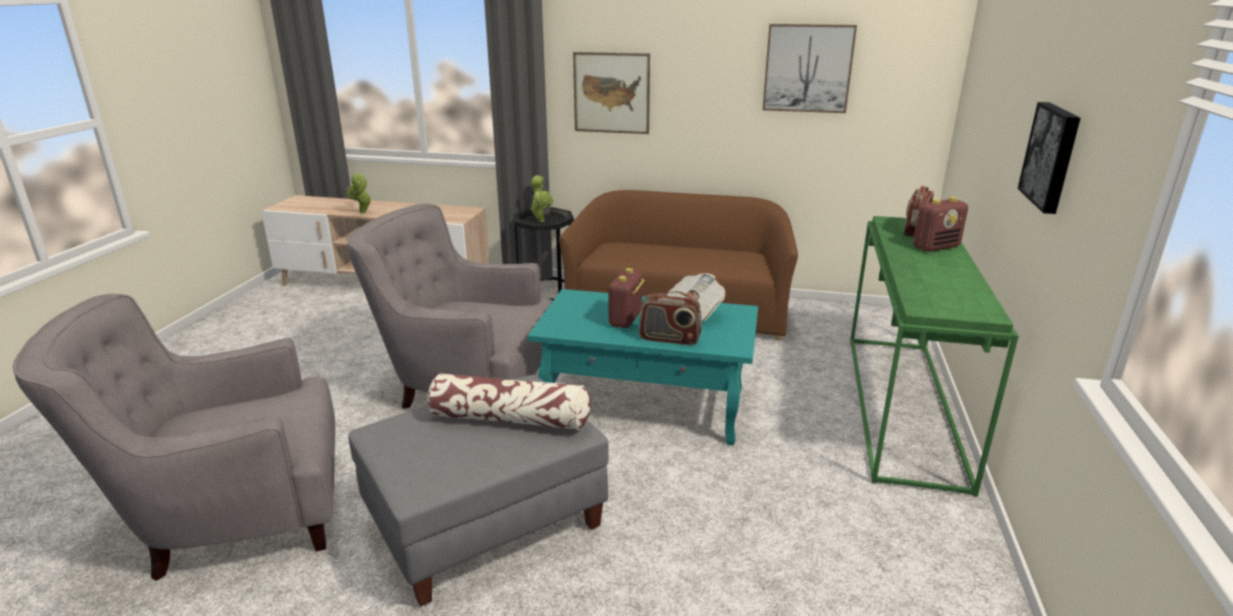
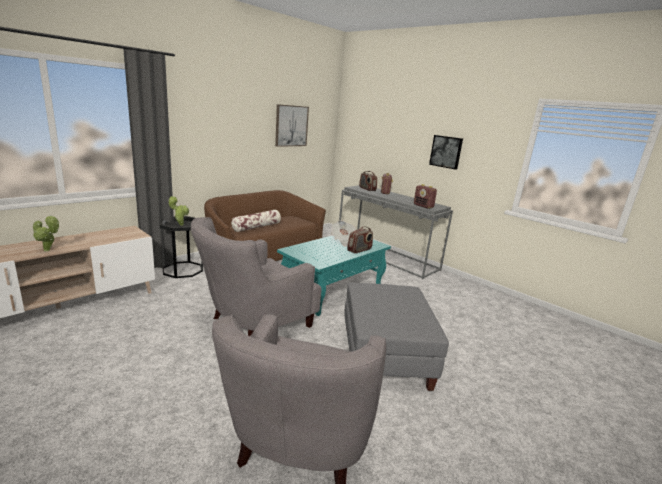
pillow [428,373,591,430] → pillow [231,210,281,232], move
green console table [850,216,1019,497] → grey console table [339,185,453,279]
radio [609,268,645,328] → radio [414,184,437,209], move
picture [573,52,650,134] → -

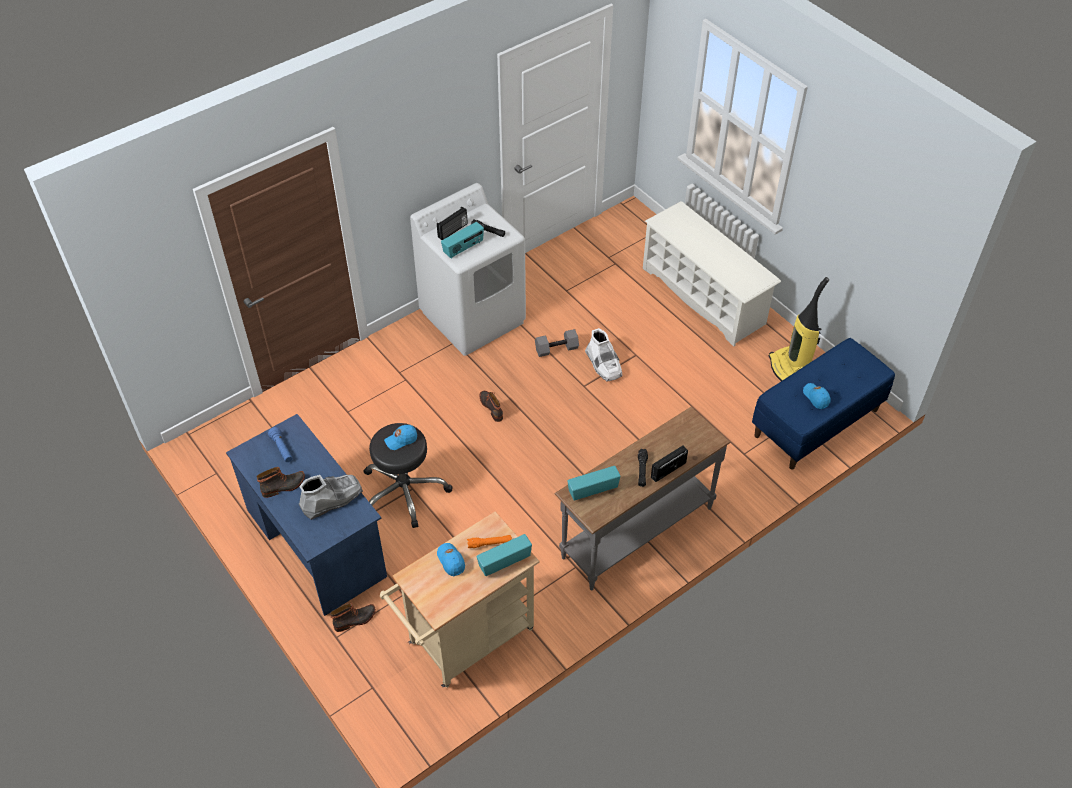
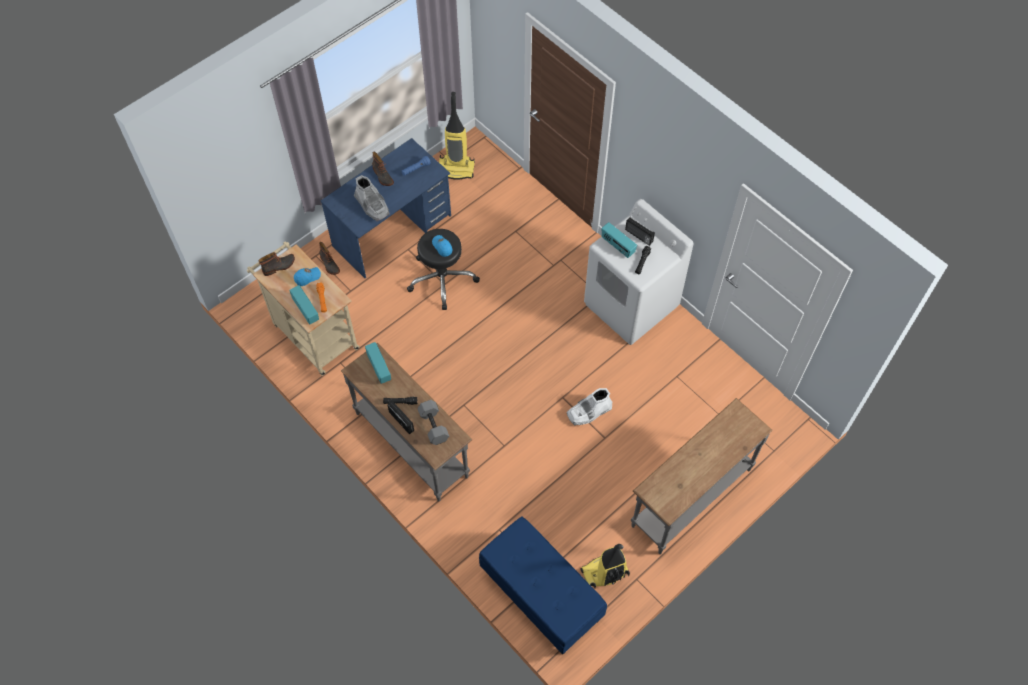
boot [479,391,503,422] → boot [259,252,295,276], move
grey dumbbell [535,329,579,357] → grey dumbbell [417,400,449,445], move
- → vacuum cleaner [439,92,475,179]
white shoe rack [643,201,781,347] → grey console table [631,398,773,554]
blue cap [803,383,831,409] → -

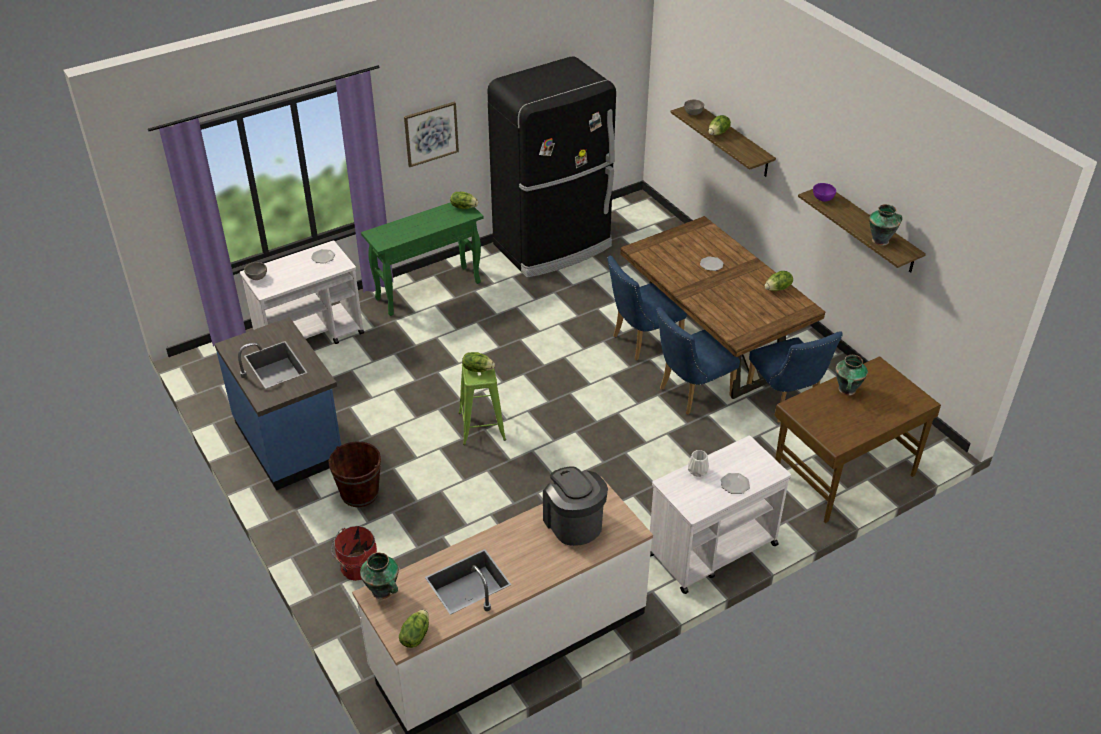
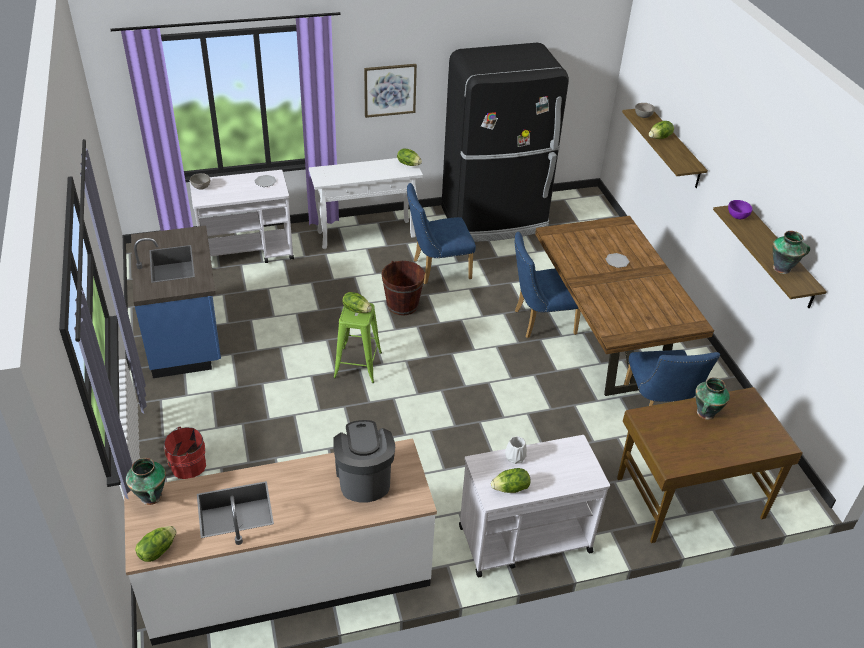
green console table [361,202,483,316] → white console table [309,158,423,249]
brown bucket [329,441,381,507] → brown bucket [381,261,425,316], move
blue chair [657,307,740,415] → blue chair [407,183,476,284], move
lettuce [765,271,793,291] → lettuce [491,468,531,493], move
plate [721,473,750,494] → -

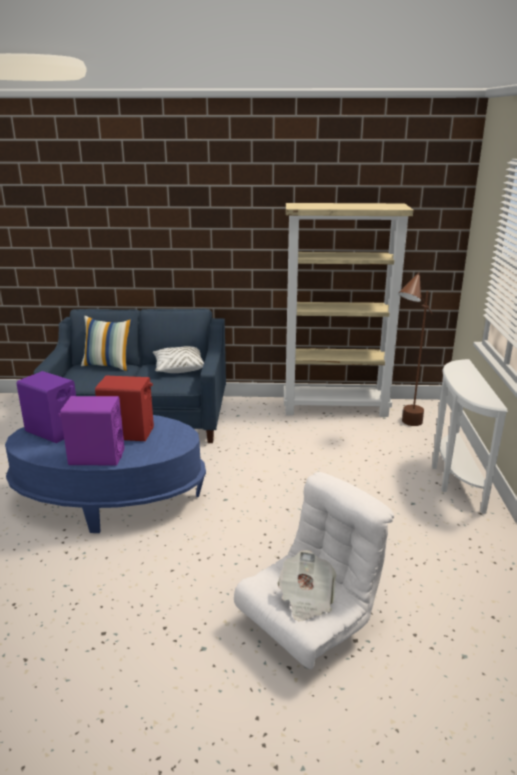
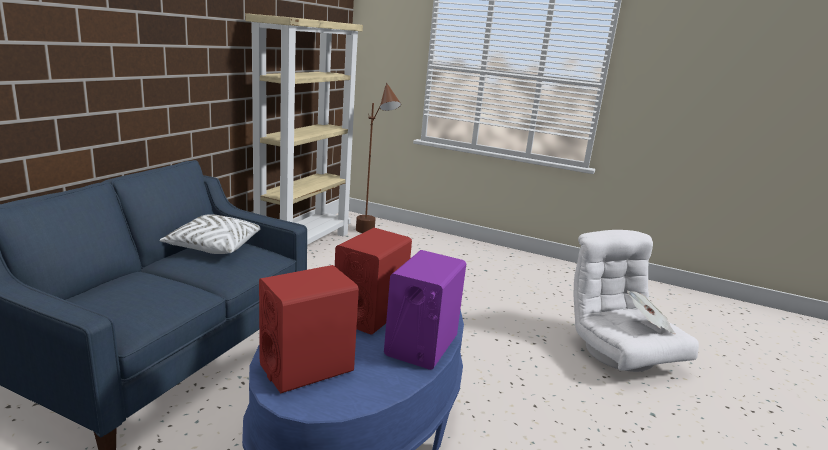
purple speaker [16,371,76,443] → red speaker [259,265,359,393]
pillow [81,316,132,371] → -
white console table [432,359,508,514] → -

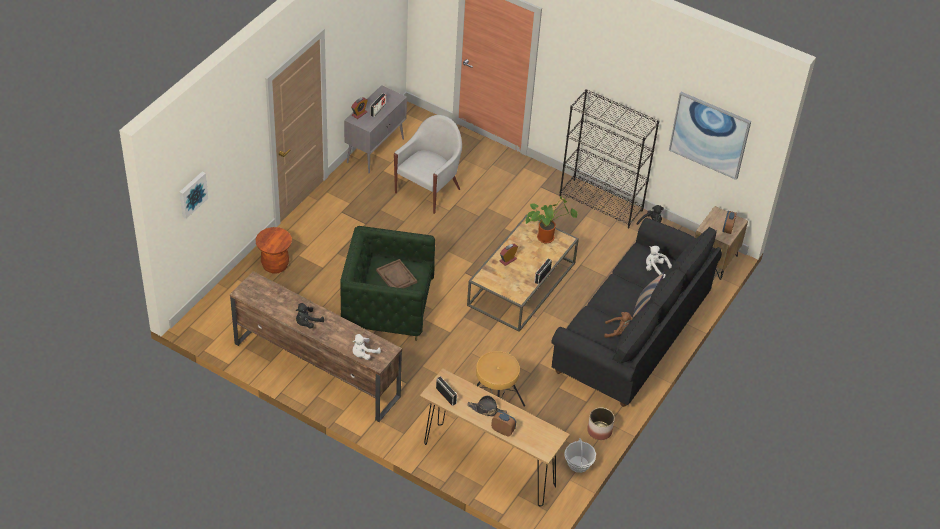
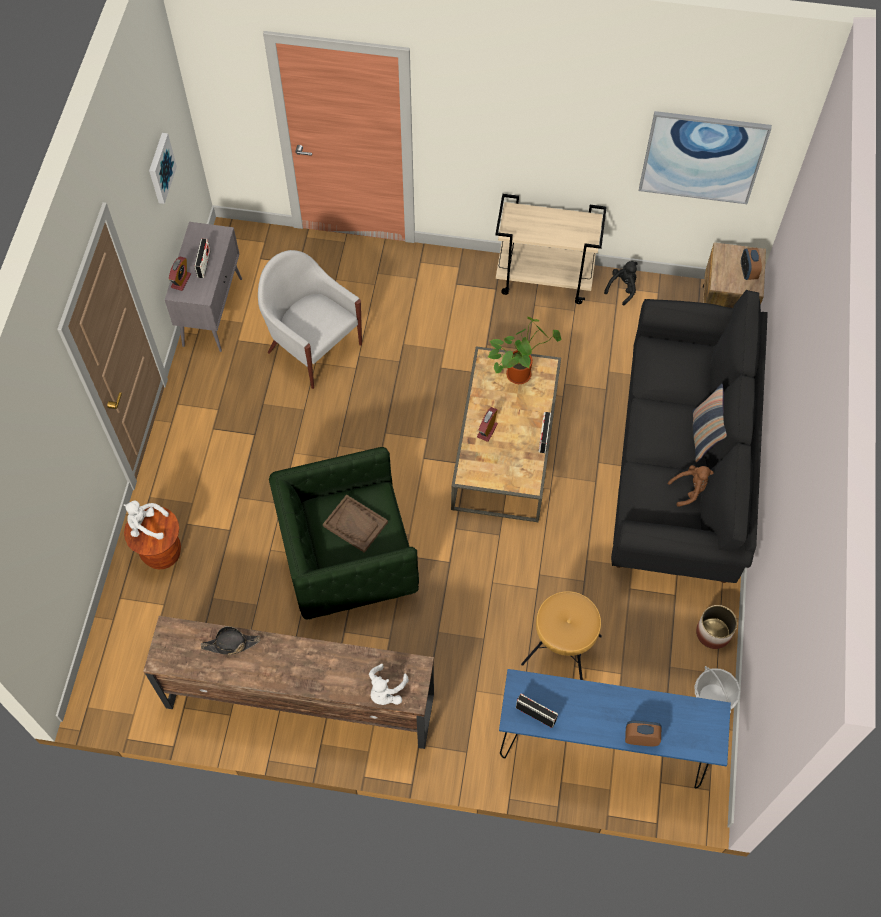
white plush toy [646,246,672,278] → white plush toy [124,501,169,540], move
picture [180,172,208,219] → picture [149,133,177,204], move
black hat [467,395,507,417] → black hat [201,626,260,655], move
white armchair [394,115,462,214] → white armchair [258,250,362,389], 60 degrees counterclockwise
black bookcase [559,89,659,228] → beige cart [495,194,607,304]
brown console table [420,368,570,507] → blue console table [499,669,731,788]
black plush toy [296,303,324,329] → -

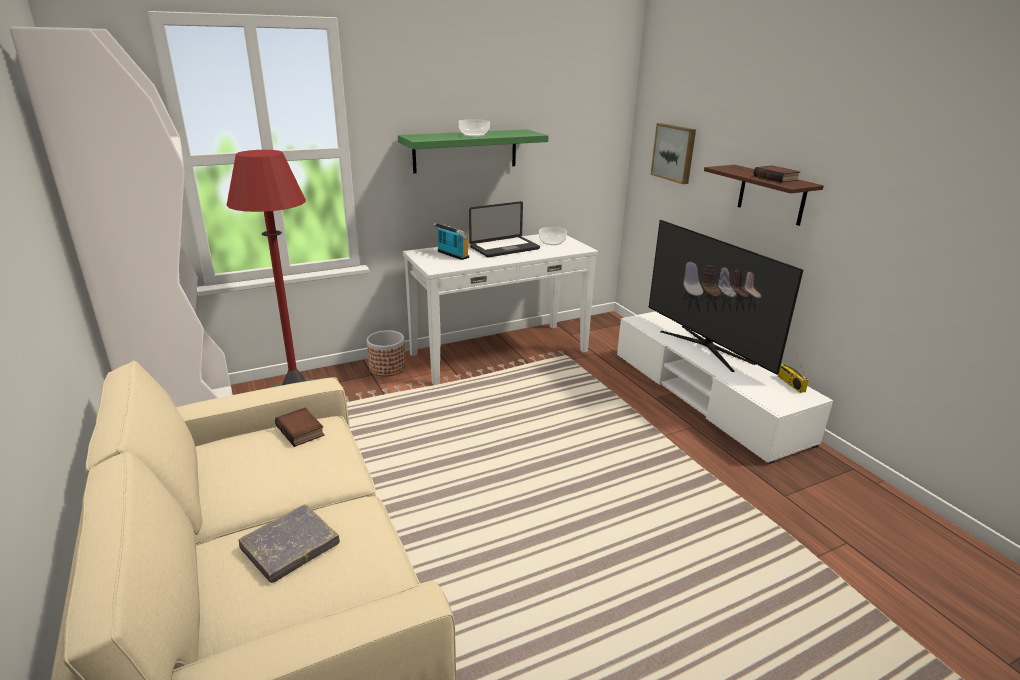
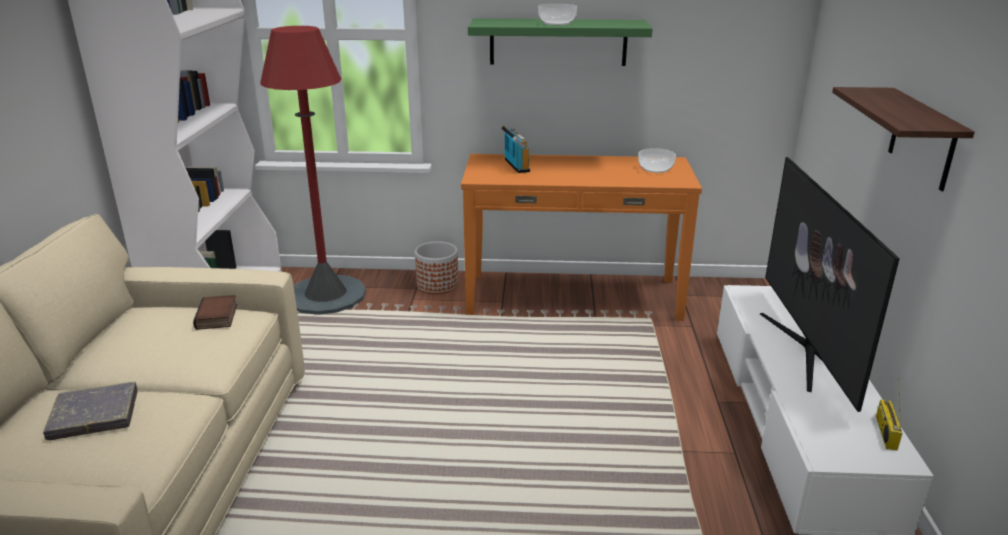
white console table [403,234,598,385] → orange console table [461,154,702,321]
laptop [469,201,540,257] → -
picture [651,123,696,184] → -
book [754,165,800,183] → -

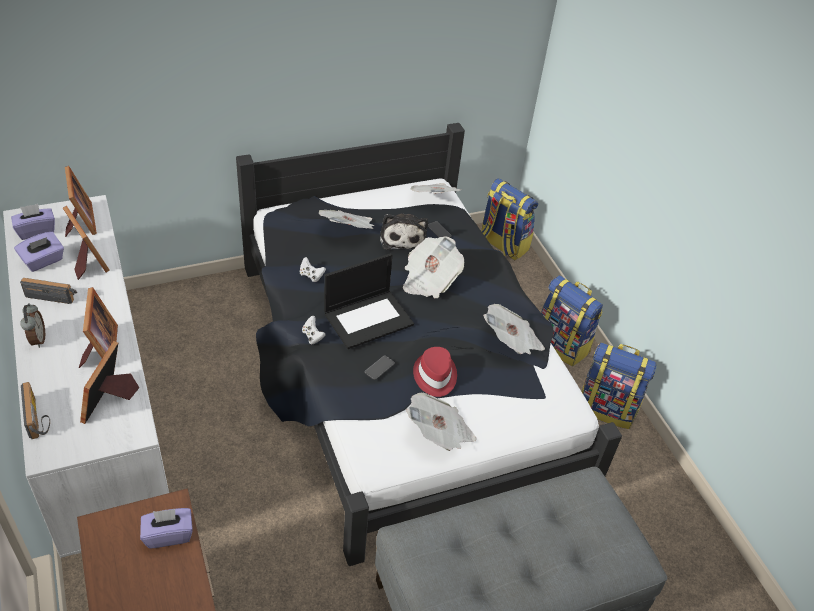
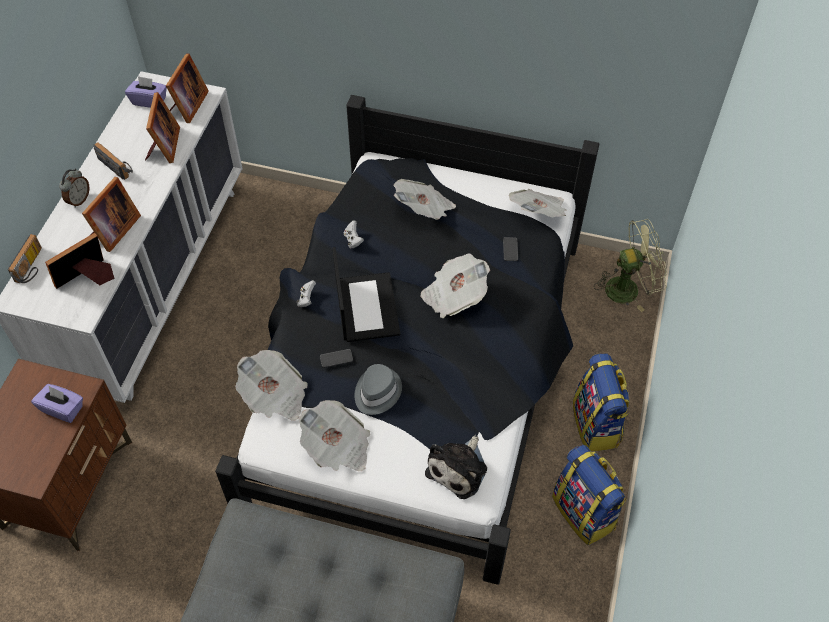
newspaper [483,304,545,355] → newspaper [235,350,308,421], move
laptop [324,253,414,349] → laptop [332,247,400,342], 105 degrees counterclockwise
red hat [413,347,457,397] → grey hat [355,364,402,415]
plush toy [380,213,428,250] → plush toy [425,435,487,499], move
backpack [481,178,538,260] → green fan [594,219,667,312]
purple tissue box [14,232,64,272] → -

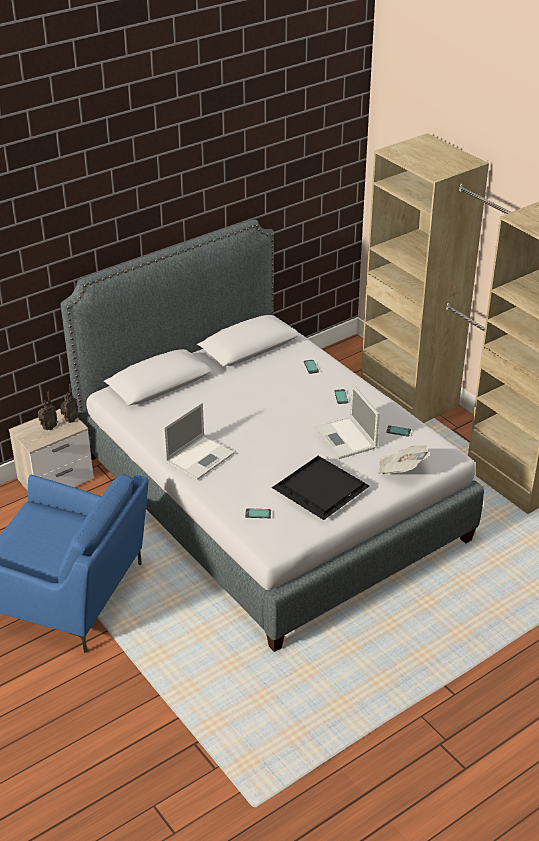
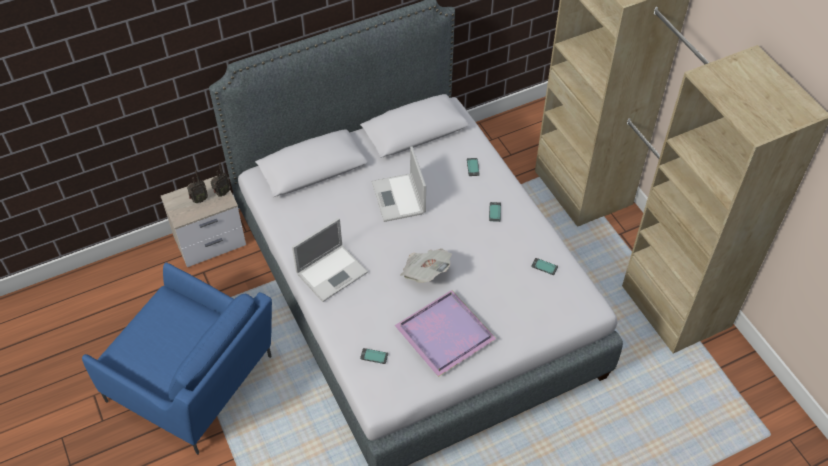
laptop [314,385,380,459] → laptop [372,146,426,222], move
black tray [272,456,370,520] → purple tray [395,290,496,377]
newspaper [378,445,429,474] → newspaper [401,249,452,283], move

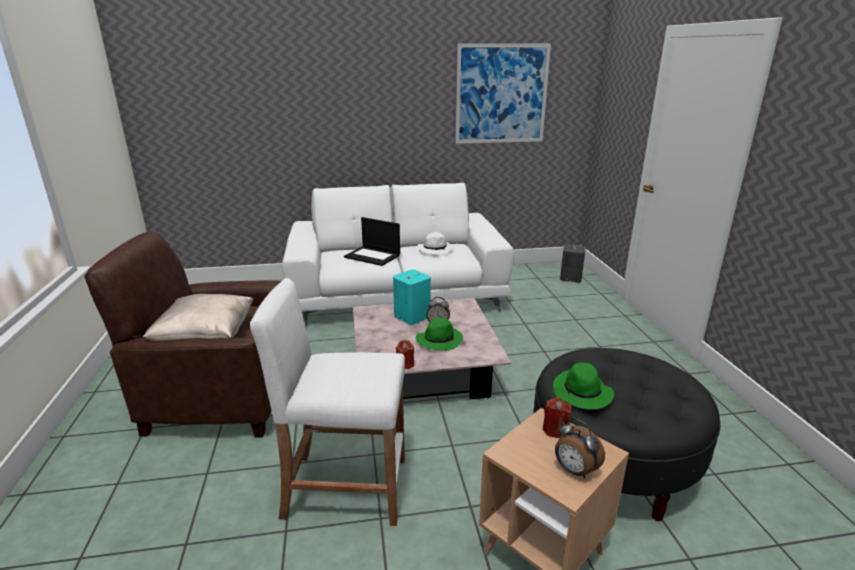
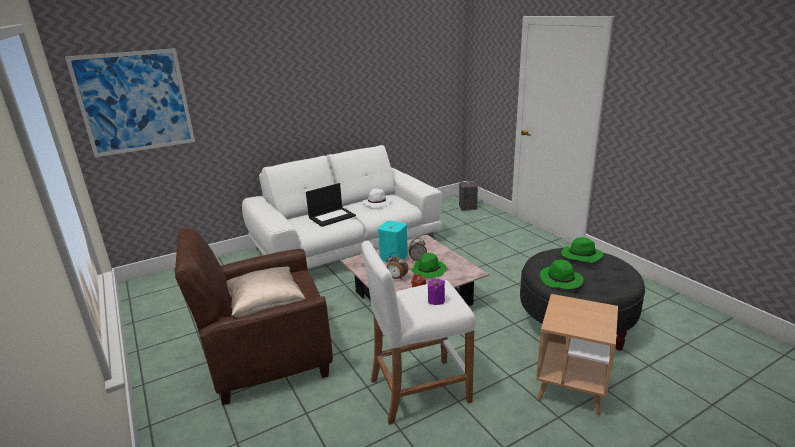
picture [455,43,551,144] → picture [65,48,195,157], move
laptop [344,217,400,266] → laptop [306,183,356,227], 45 degrees counterclockwise
alarm clock [555,419,605,479] → alarm clock [386,253,408,280], move
- → purple candle [428,278,445,305]
- → green hat [561,237,604,263]
red candle [543,397,572,438] → -

